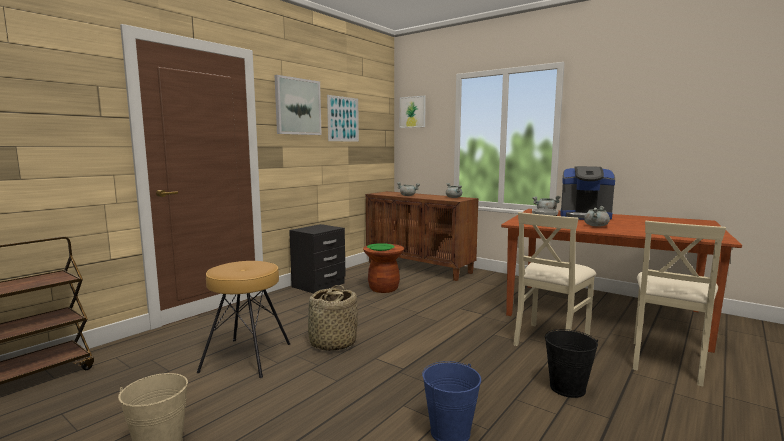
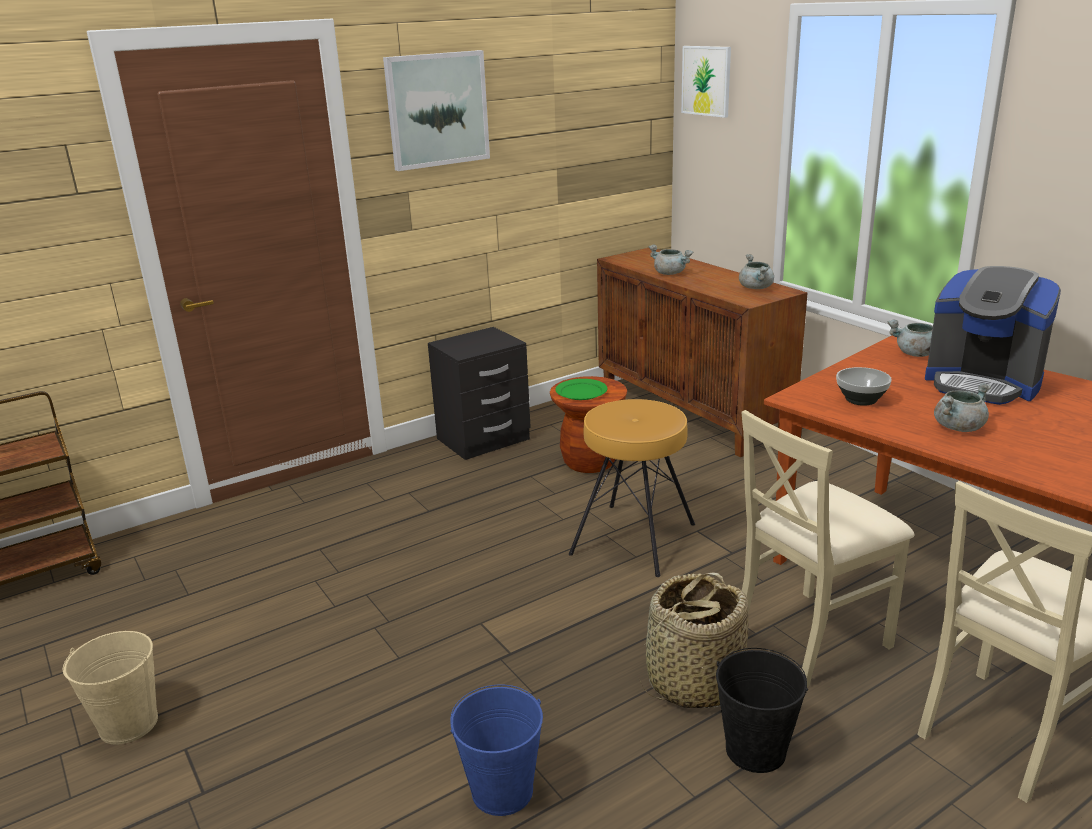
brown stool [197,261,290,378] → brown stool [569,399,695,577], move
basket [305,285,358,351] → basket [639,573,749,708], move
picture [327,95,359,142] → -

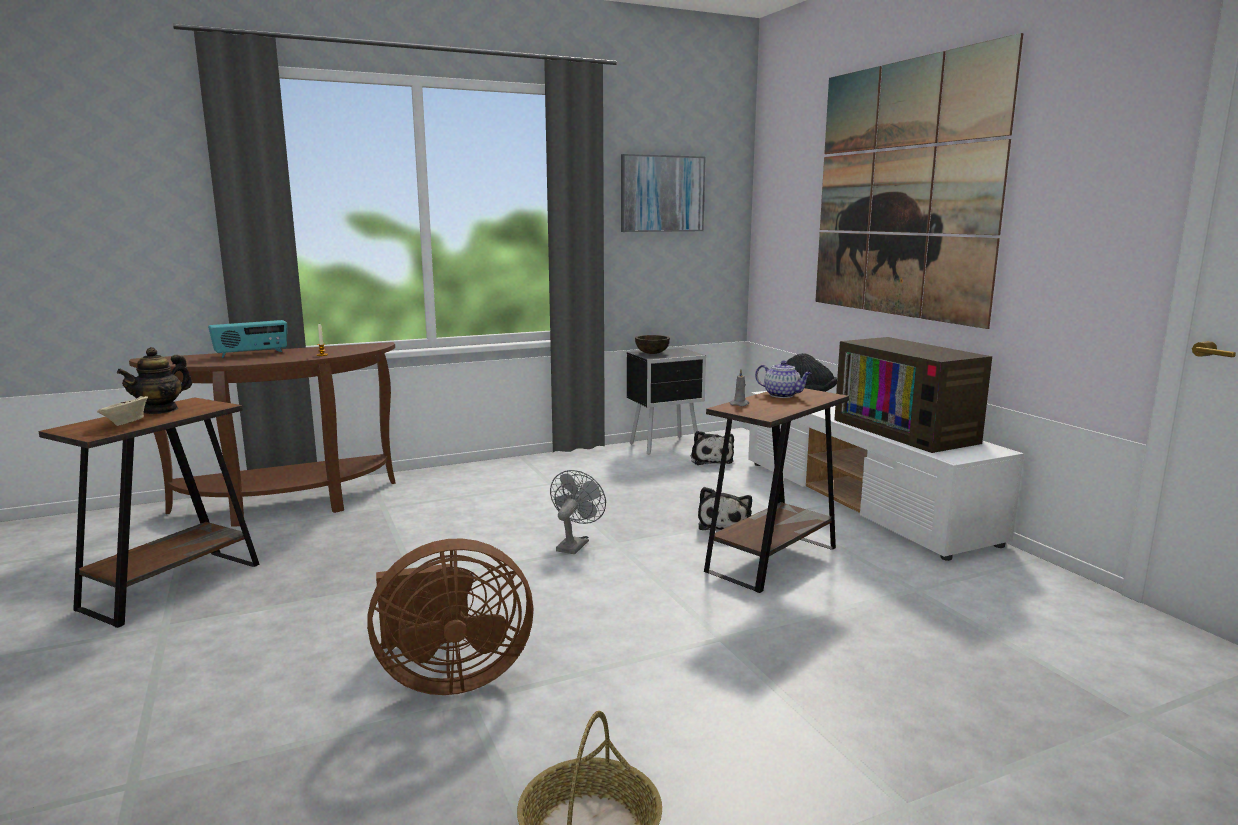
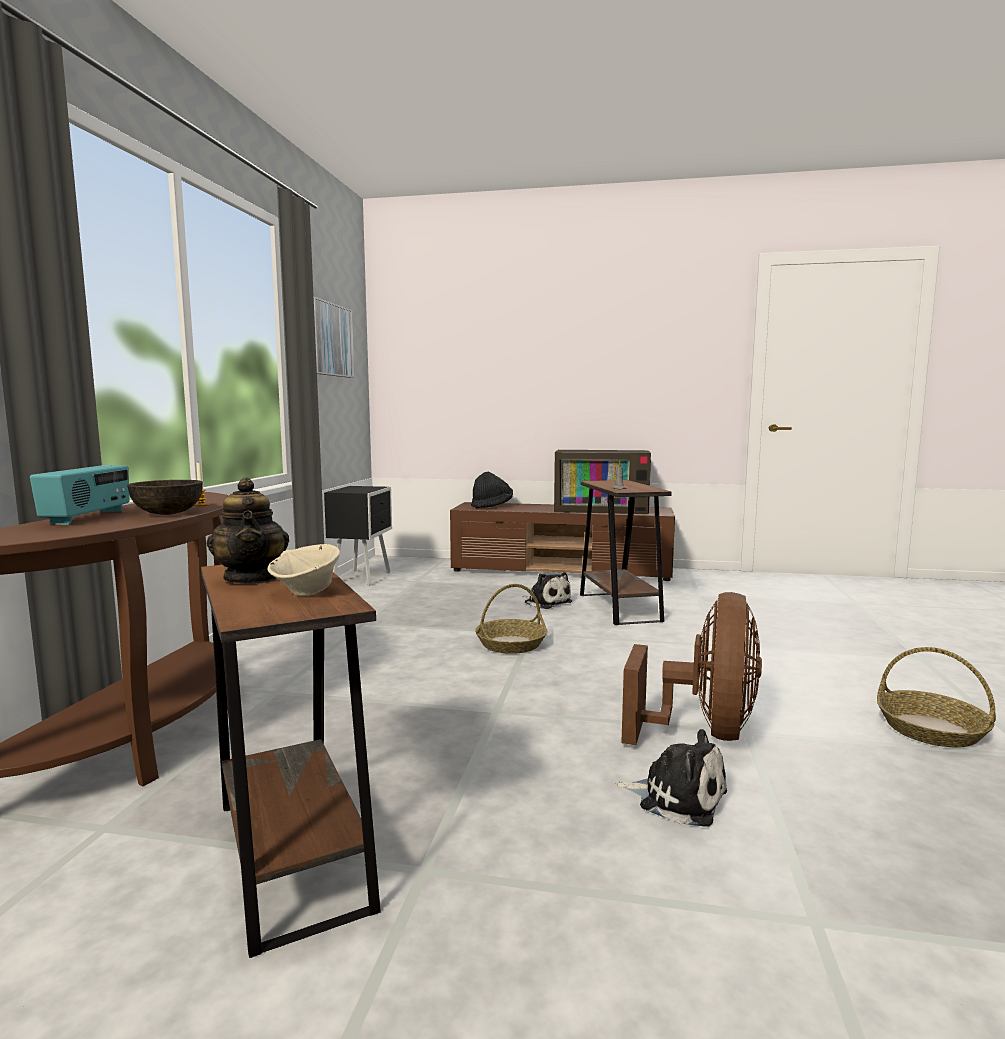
brown bowl [635,335,670,354] → brown bowl [127,480,203,515], move
white tv stand [748,391,1024,561] → brown tv stand [450,502,675,581]
grey fan [550,470,606,554] → basket [475,584,547,654]
plush toy [691,431,734,465] → plush toy [615,729,727,827], move
teapot [755,361,812,398] → -
picture [815,33,1023,329] → -

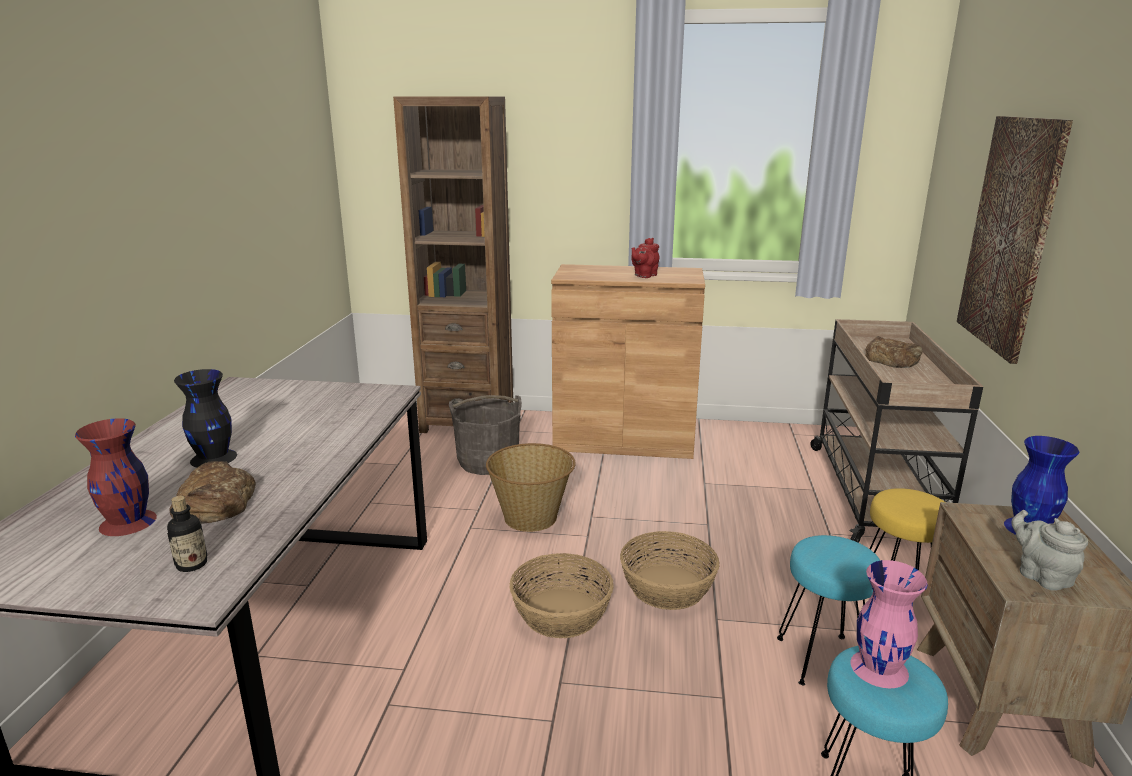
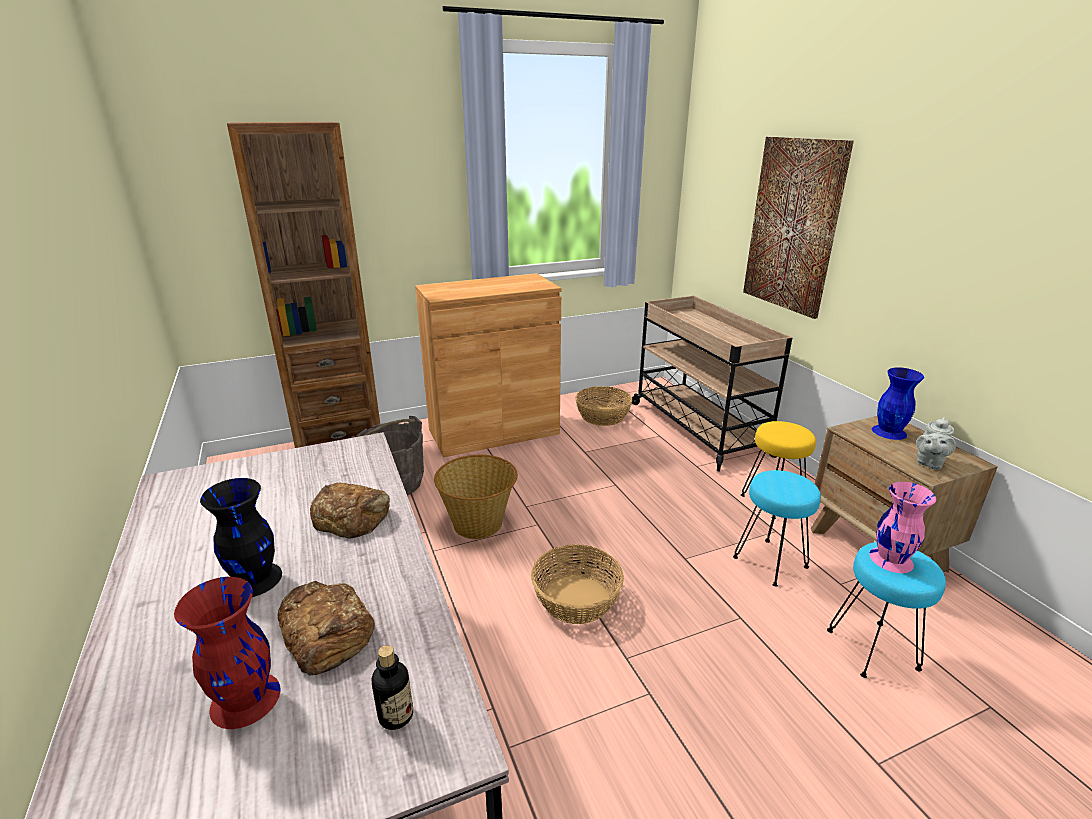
bread [865,336,923,368] → bread [310,483,390,539], move
basket [620,531,720,610] → basket [575,386,633,426], move
grey teapot [1011,510,1088,591] → grey teapot [916,417,956,470], 90 degrees counterclockwise
red teapot [631,238,659,278] → -

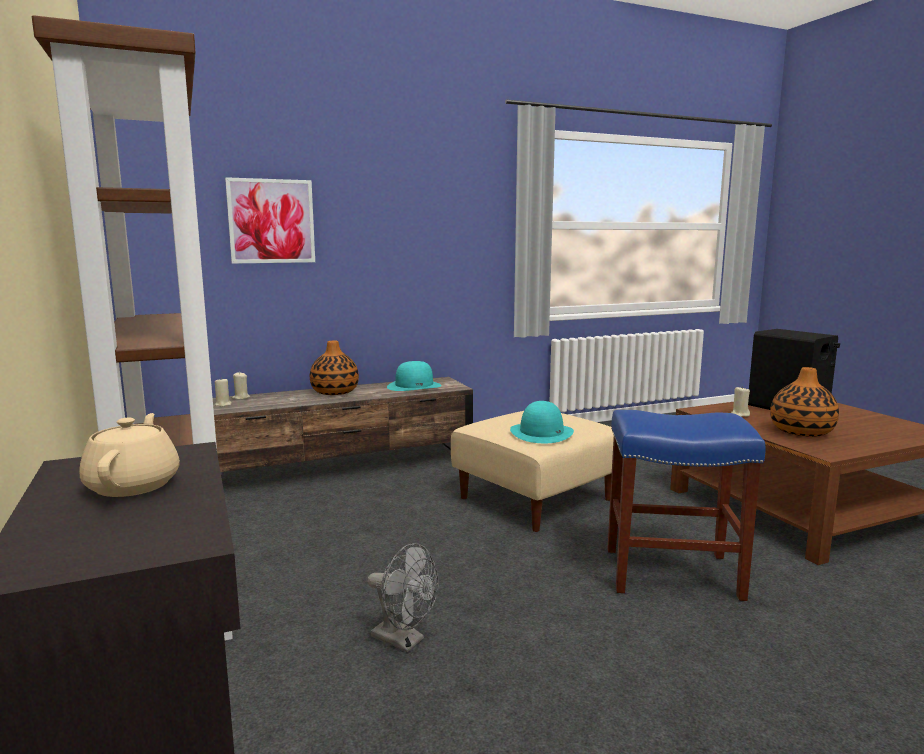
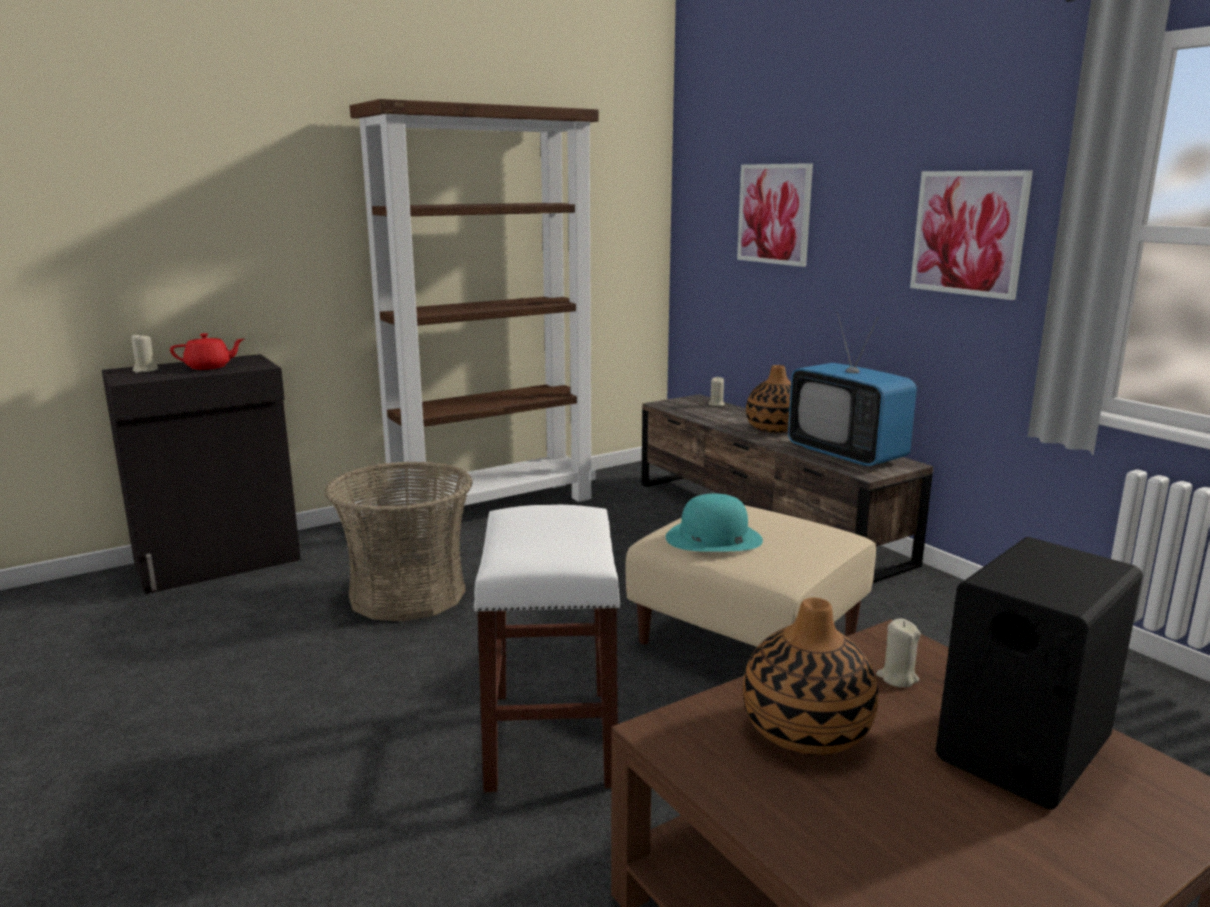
beige candle [215,378,232,407] → beige candle [131,333,158,373], move
beige teapot [79,413,180,497] → red teapot [170,333,244,370]
grey fan [367,543,439,652] → basket [325,461,473,621]
blue stool [608,410,766,601] → white stool [473,505,621,792]
turquoise hat [387,361,442,391] → television [788,311,917,467]
- → picture [910,170,1033,300]

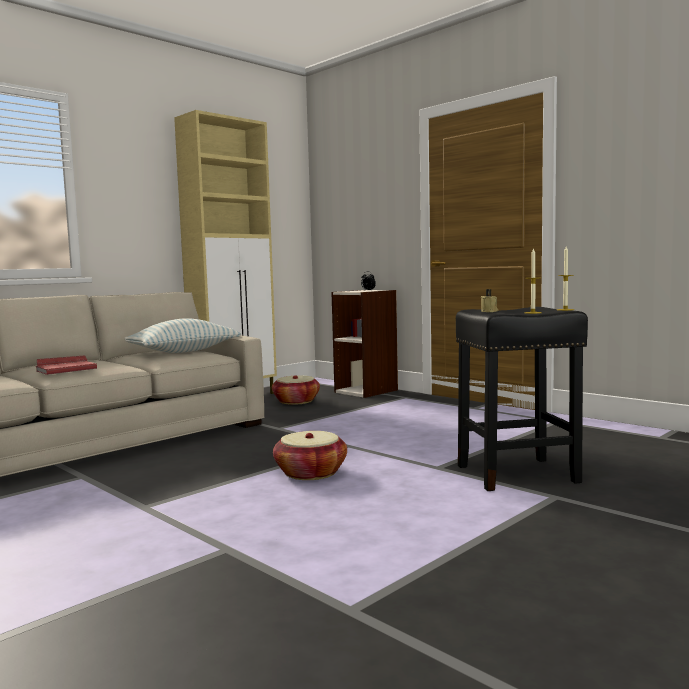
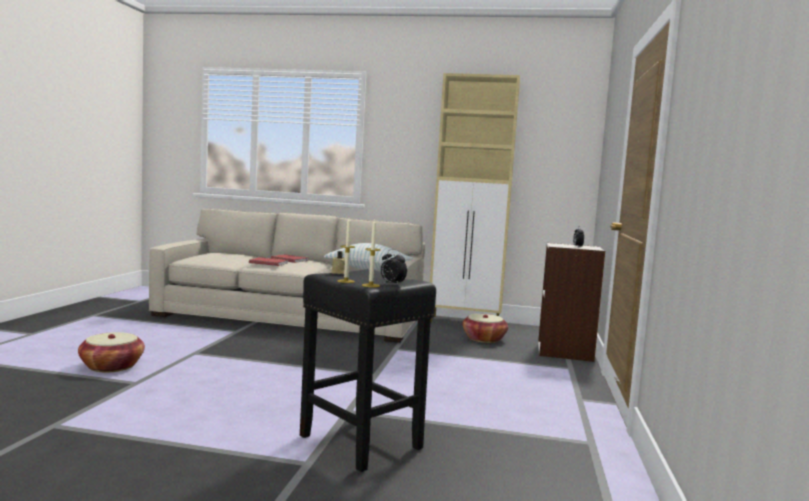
basket [273,431,347,480] → basket [78,332,145,372], move
- → alarm clock [381,249,407,285]

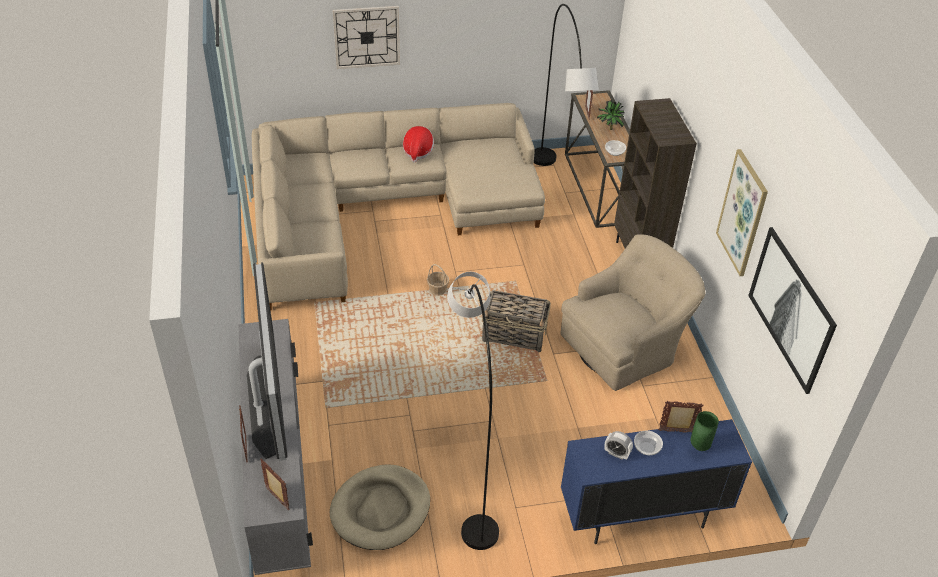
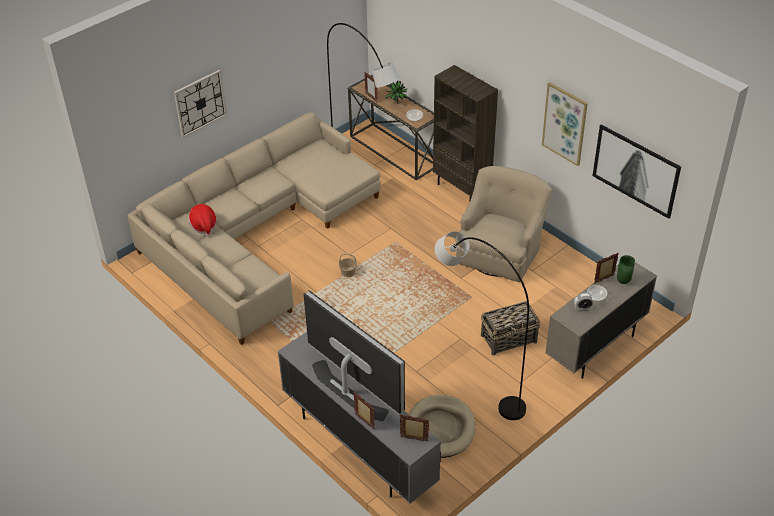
hat [403,126,434,163] → hat [188,204,217,236], move
basket [482,290,551,352] → basket [481,301,541,355], move
blue cabinet [561,419,752,544] → beige cabinet [545,262,657,379]

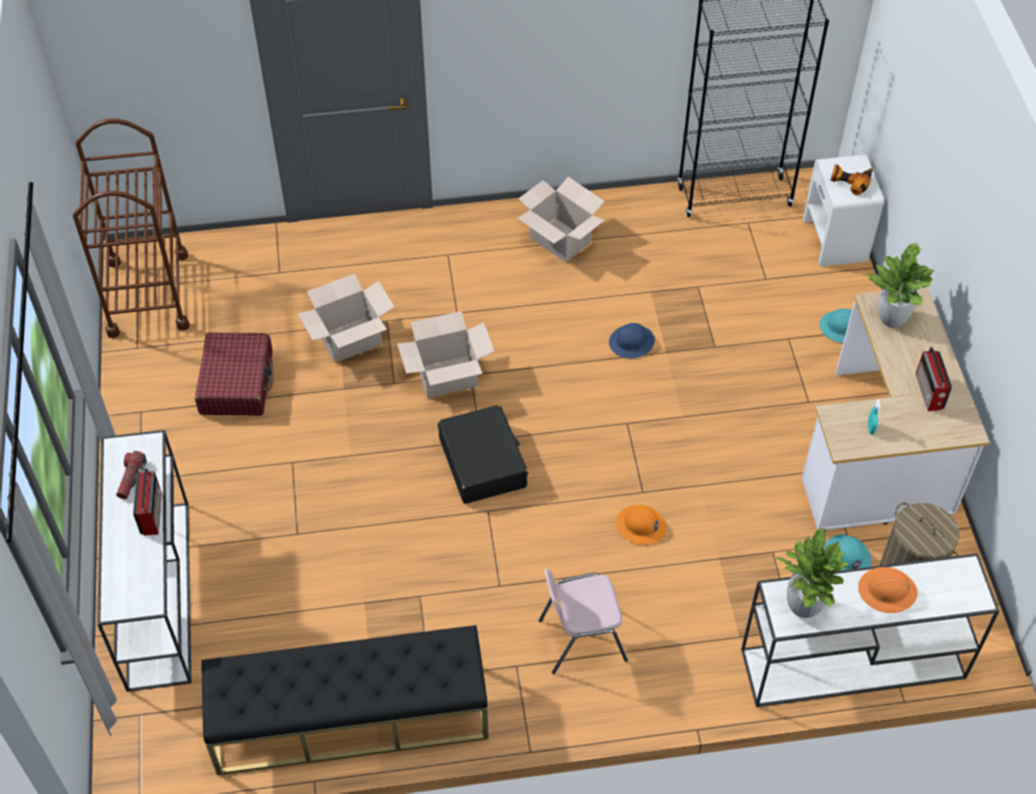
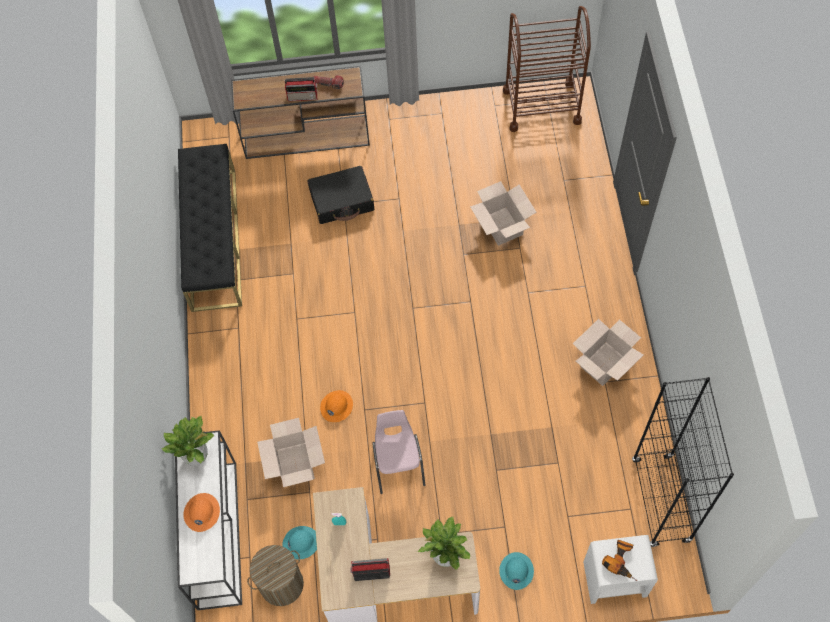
white console table [97,430,192,692] → brown console table [231,66,370,159]
cardboard box [397,311,495,398] → cardboard box [257,418,325,487], move
black suitcase [438,405,528,504] → black suitcase [307,166,374,224], move
pink chair [539,569,628,674] → pink chair [372,410,426,494], move
red suitcase [195,332,274,416] → -
blue hard hat [609,323,655,358] → -

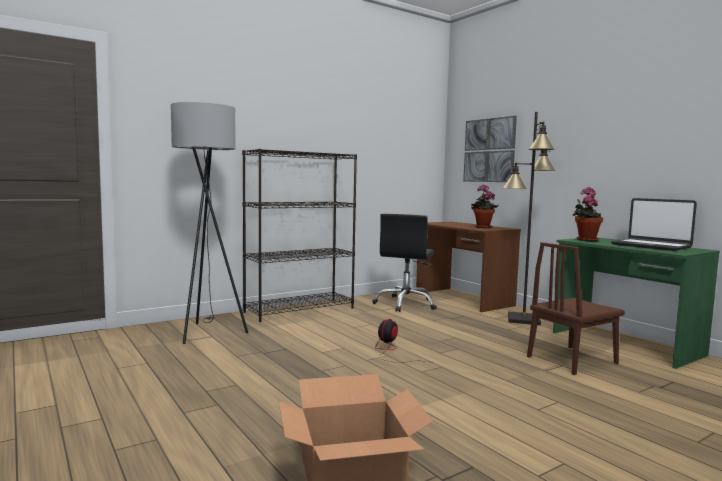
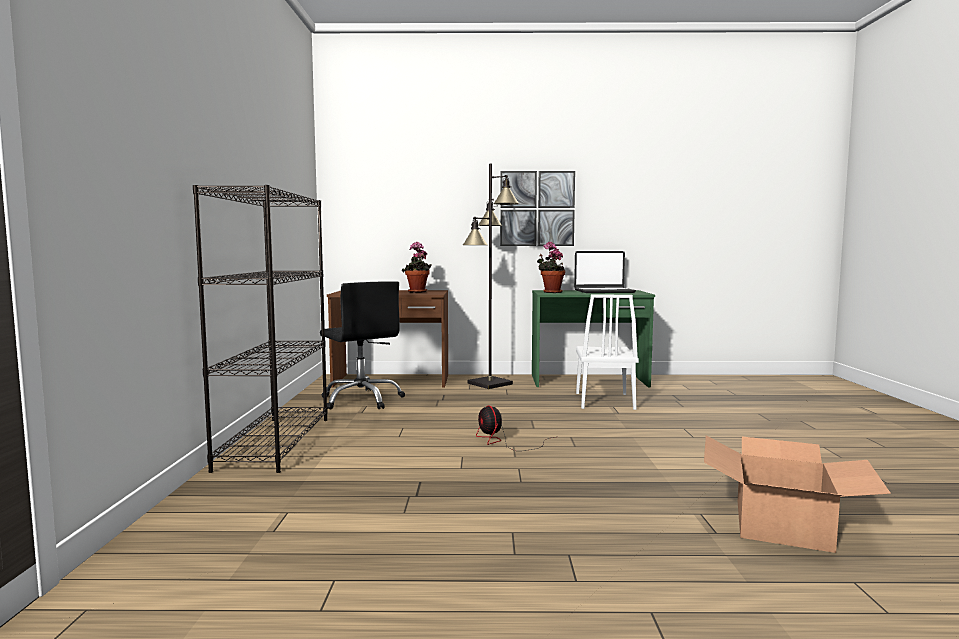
picture [463,116,517,182] → picture [500,171,575,246], move
brown chair [527,242,625,375] → white chair [576,294,639,410]
grey floor lamp [171,102,248,344] → -

